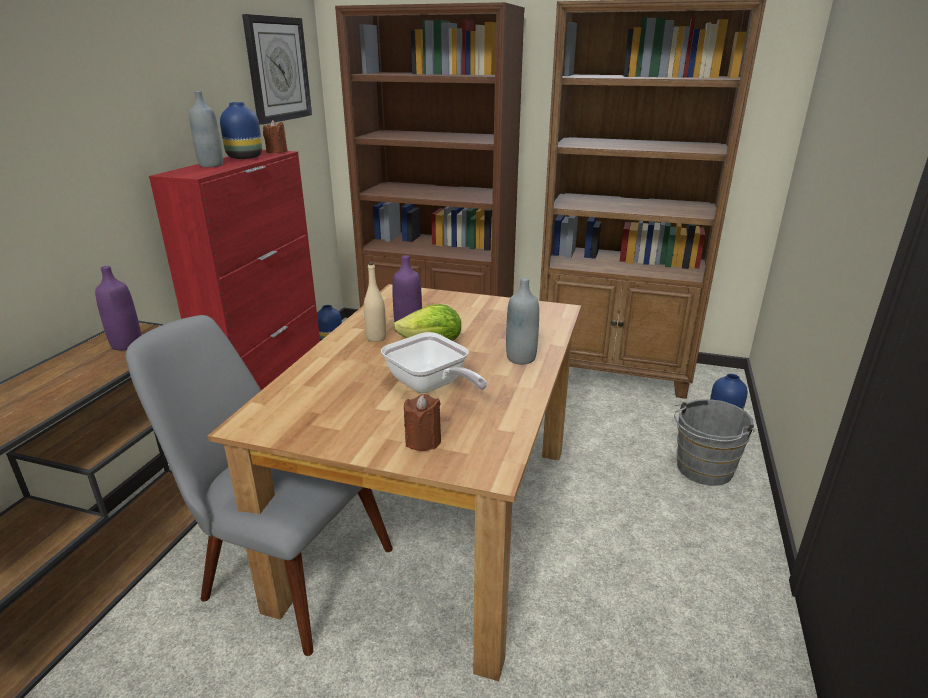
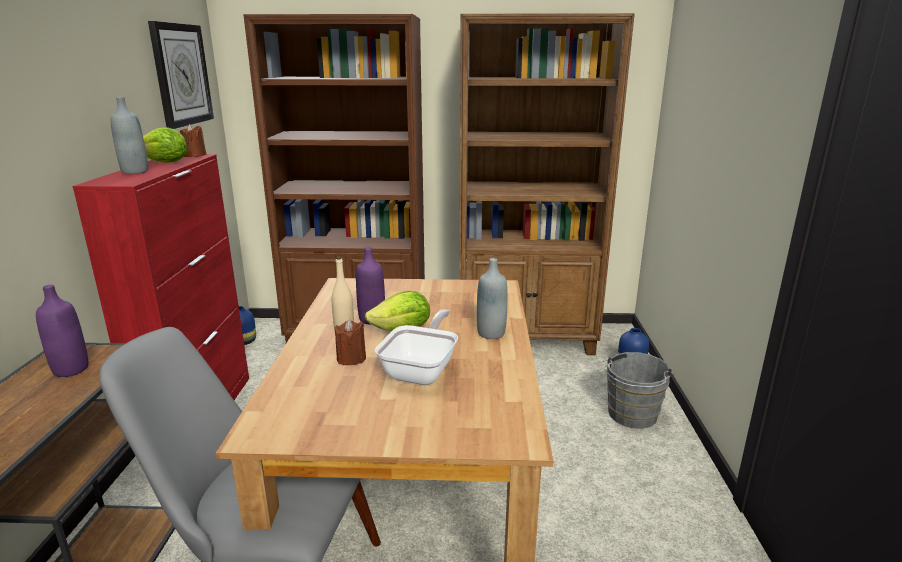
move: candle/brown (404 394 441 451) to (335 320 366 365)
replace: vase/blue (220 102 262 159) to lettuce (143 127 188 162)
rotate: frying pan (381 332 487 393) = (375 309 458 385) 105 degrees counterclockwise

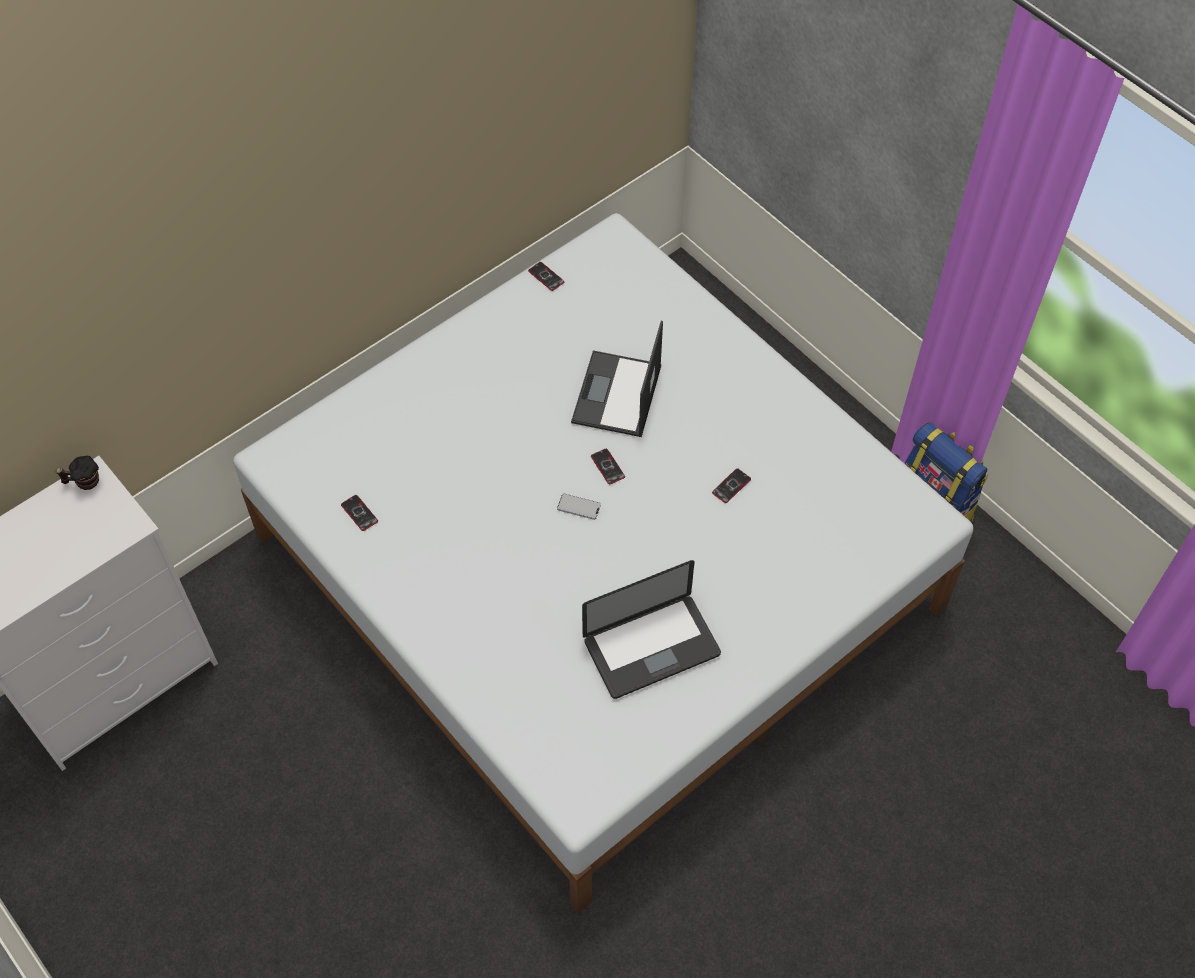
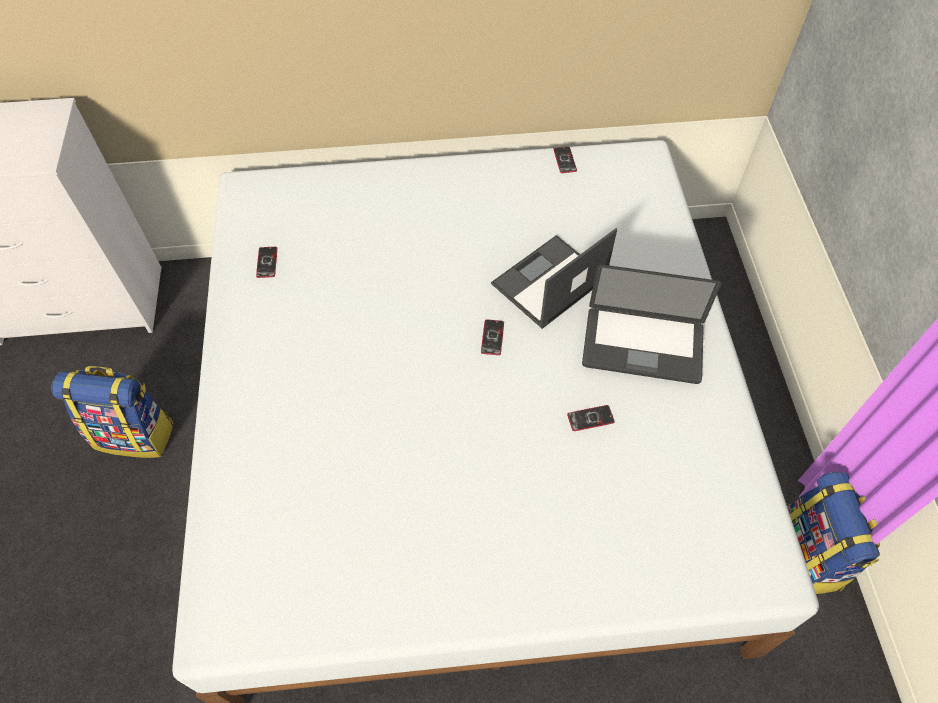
delete: mug (56 456 99 490); phone (557 494 601 520)
insert: backpack (51 366 174 458)
move: laptop (582 560 721 699) to (582 265 721 384)

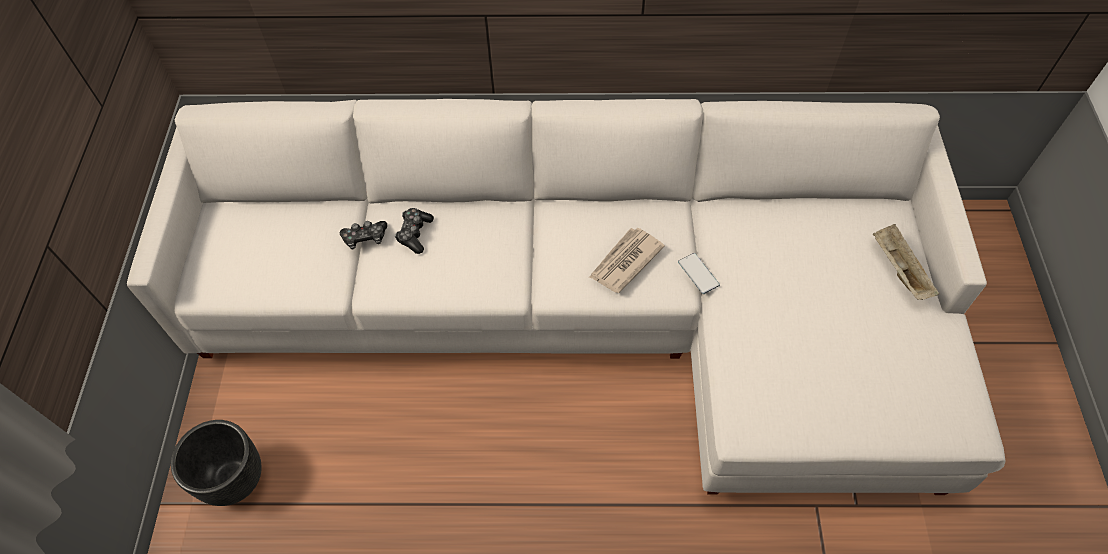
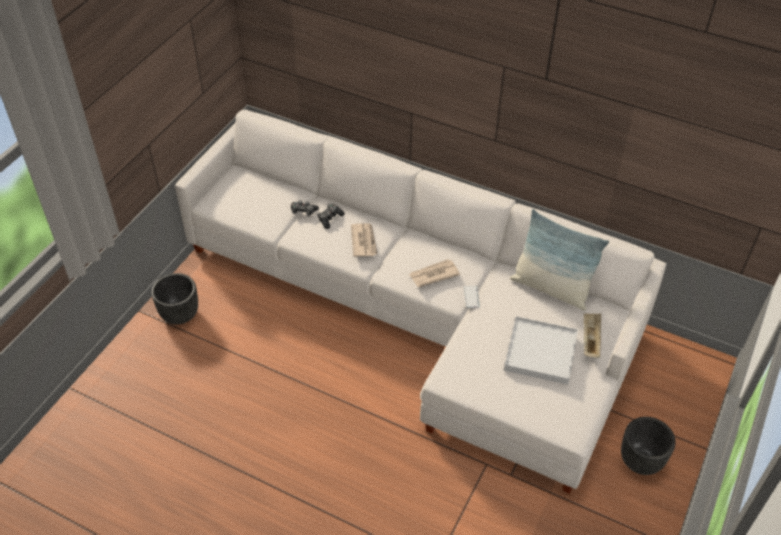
insert: pillow (510 209 609 310); newspaper (351 223 378 257); tray/white (504 316 578 385); planter/black (621 417 676 475)

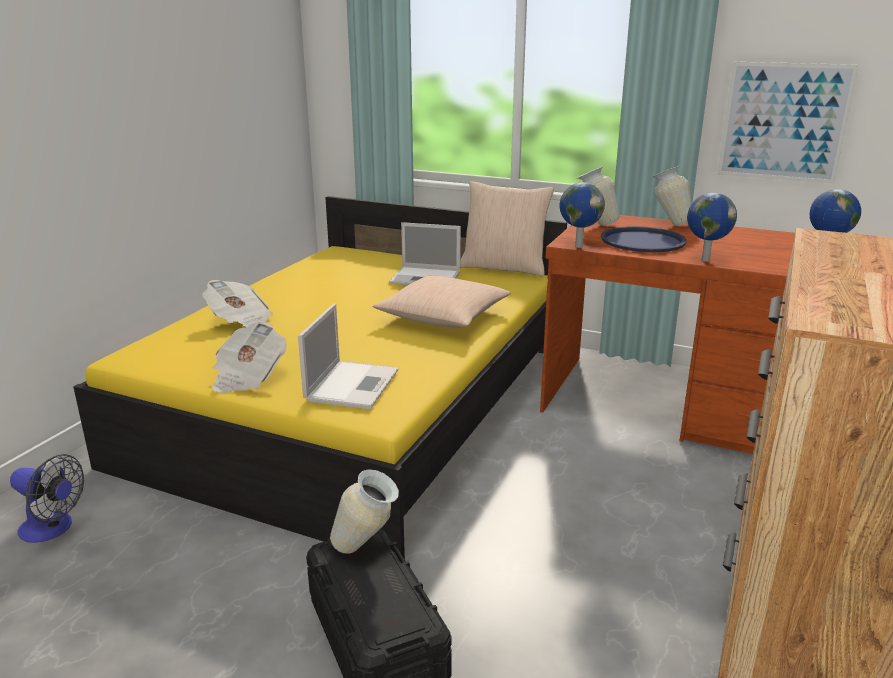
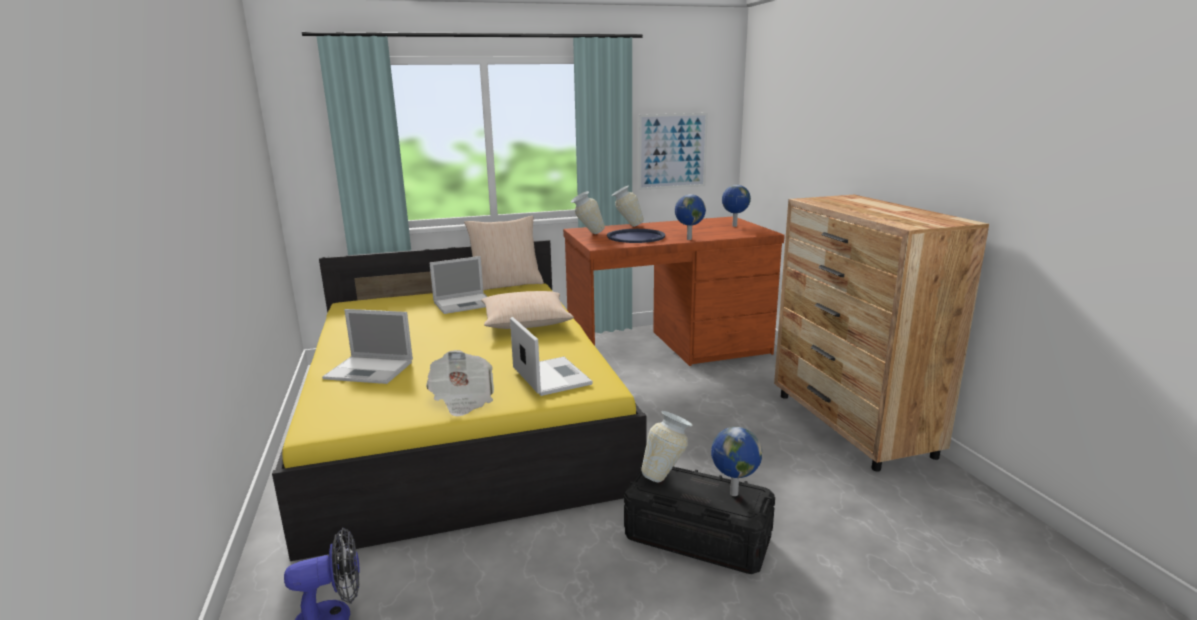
move: globe (560 182 605 248) to (711 427 762 496)
replace: newspaper (202 280 273 327) to laptop (322 309 413 384)

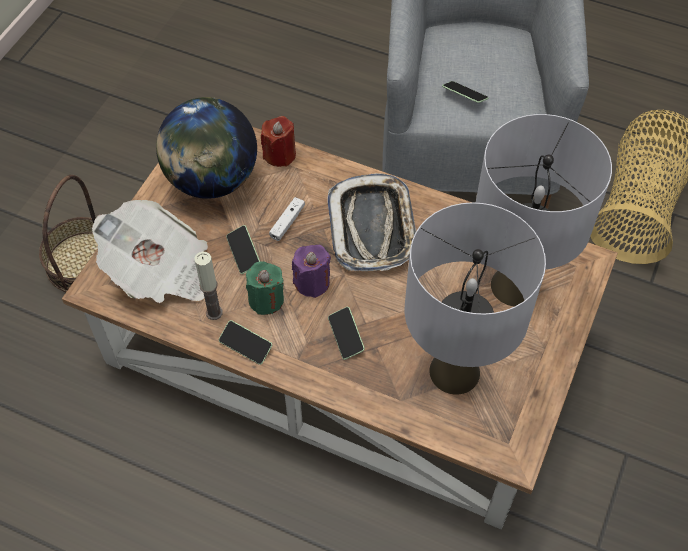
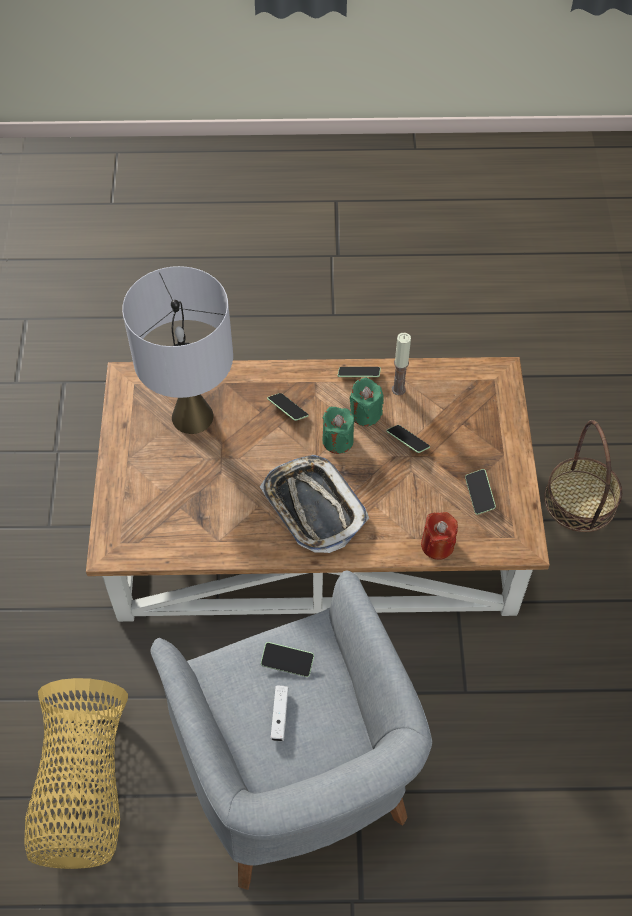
delete: table lamp/grey (476 114 612 306); newspaper (92 200 208 303)
move: game controller/white (269 197 305 241) to (271 686 288 741)
replace: globe (156 97 257 199) to phone (465 469 496 515)
recolor: candle/purple (292 245 331 298) to candle/green (322 406 354 454)

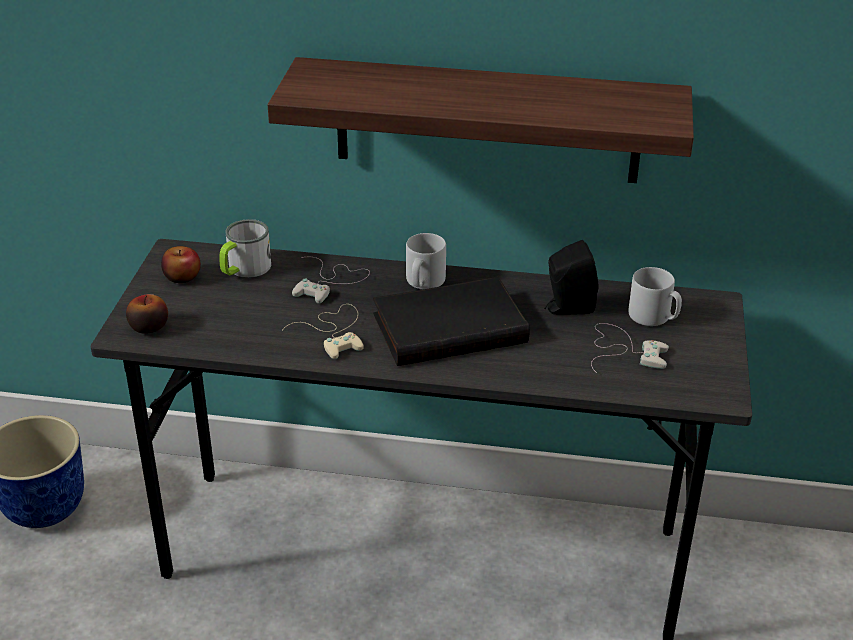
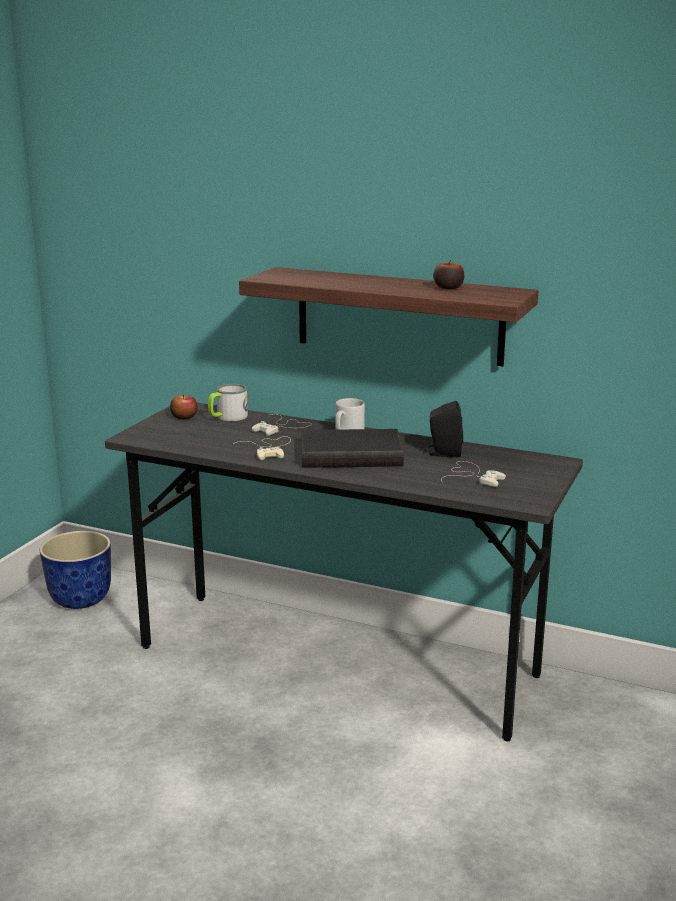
delete: mug/grey (629 267 682 326)
move: apple (126 294 168 334) to (433 260 465 289)

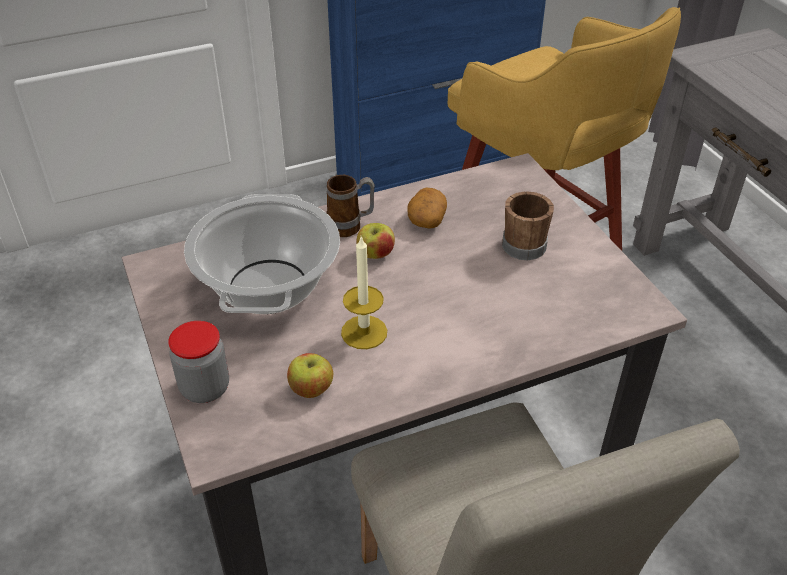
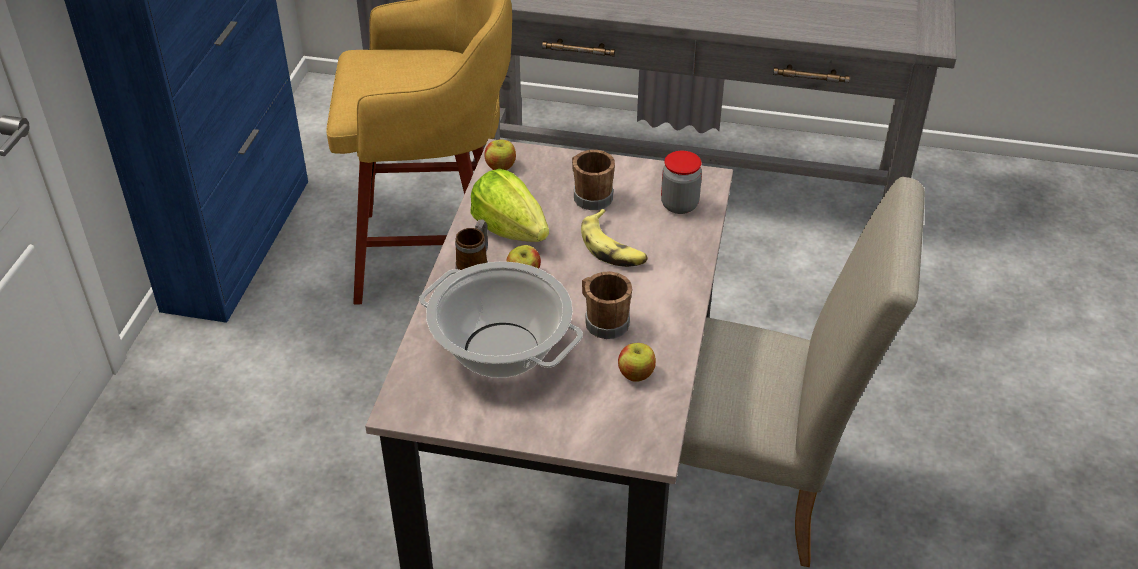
insert: apple (484 139 516 170); banana (581 209 648 267)
move: jar (168 321 229 403) to (661 151 702 214)
replace: potato (407 188 447 228) to lettuce (470 169 549 242); candle (341 236 387 349) to mug/brown (582 271 632 339)

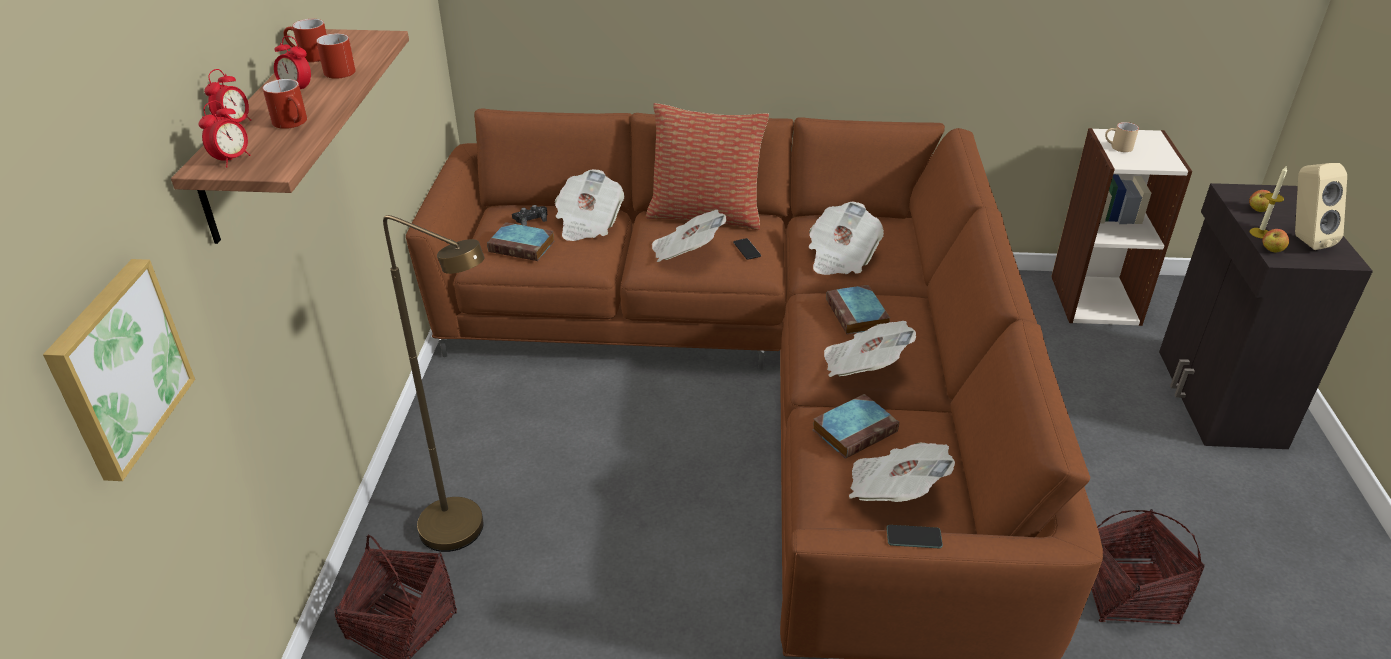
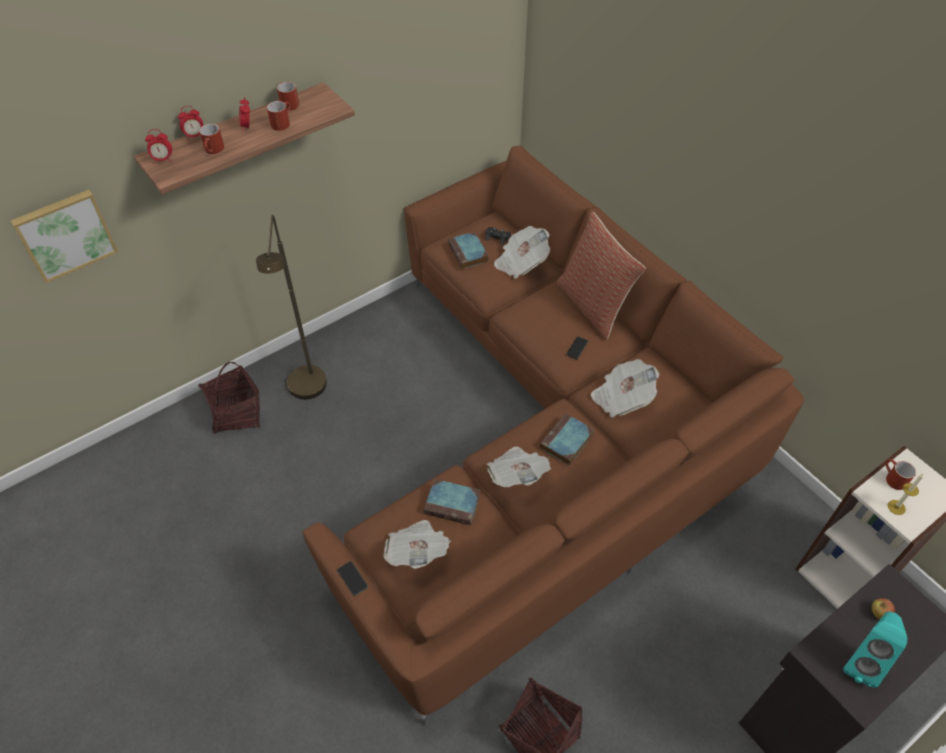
delete: newspaper (652 210 726 262); apple (1262 229 1289 252)
move: candle (1250 165 1287 239) to (888 473 924 515)
recolor: mug/beige (1105 122 1139 152) to mug/red (886 459 916 490); speaker/beige (1295 163 1347 250) to speaker/turquoise (843 611 907 688)

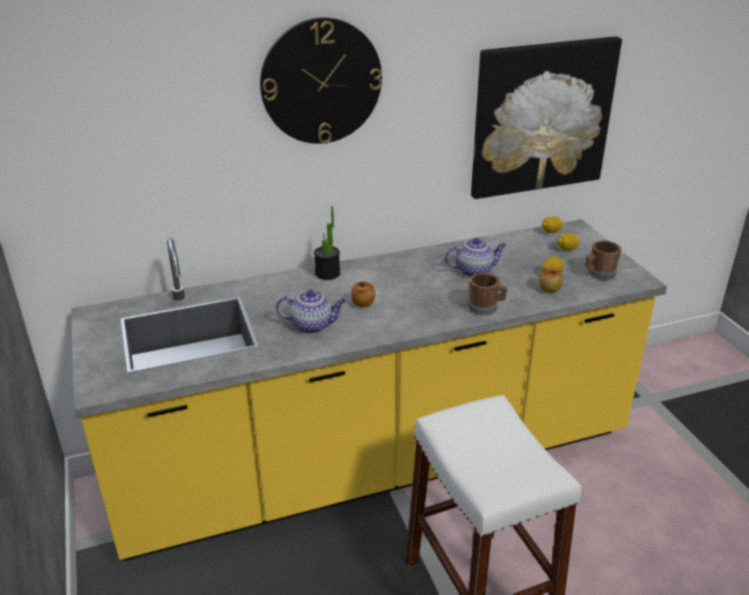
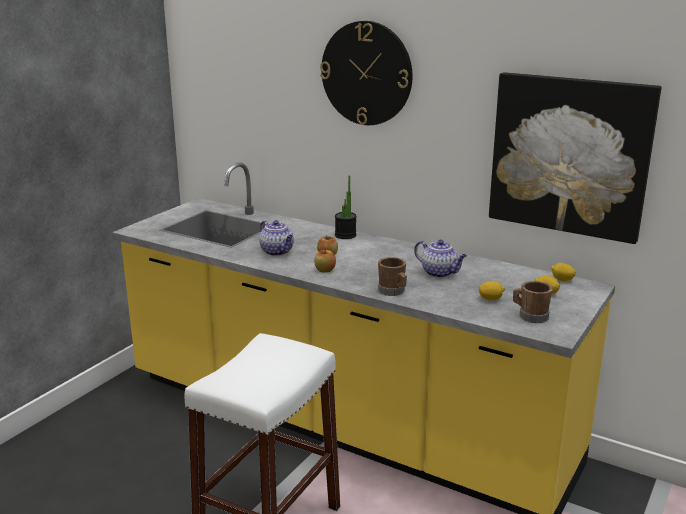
move: apple (539 267 563 293) to (314 249 336 273)

